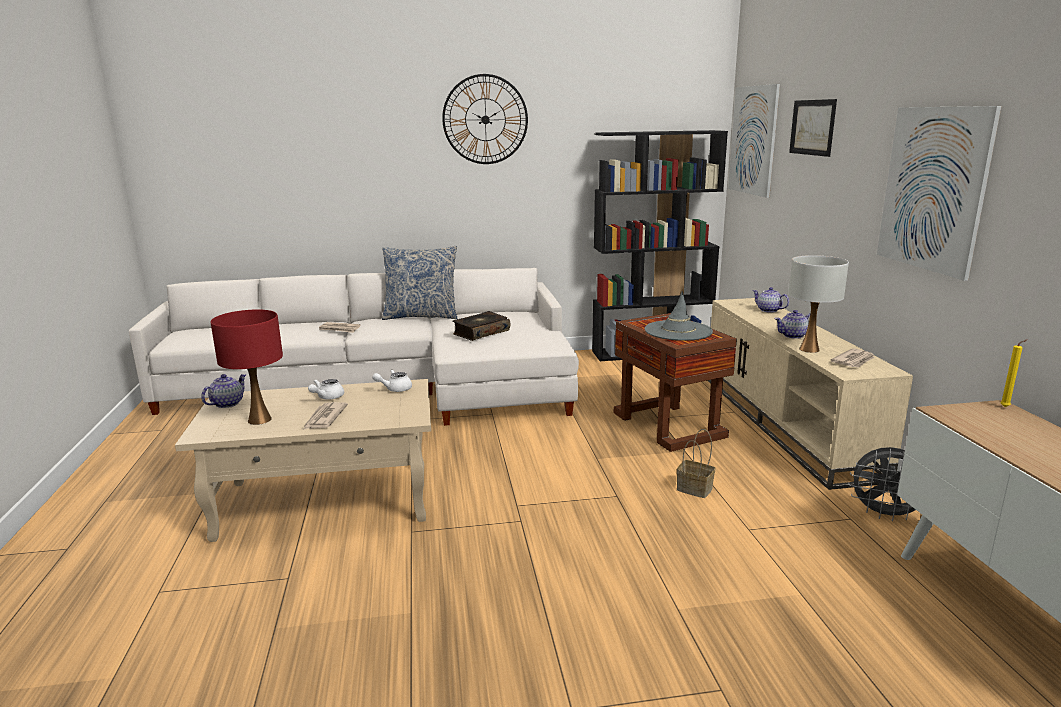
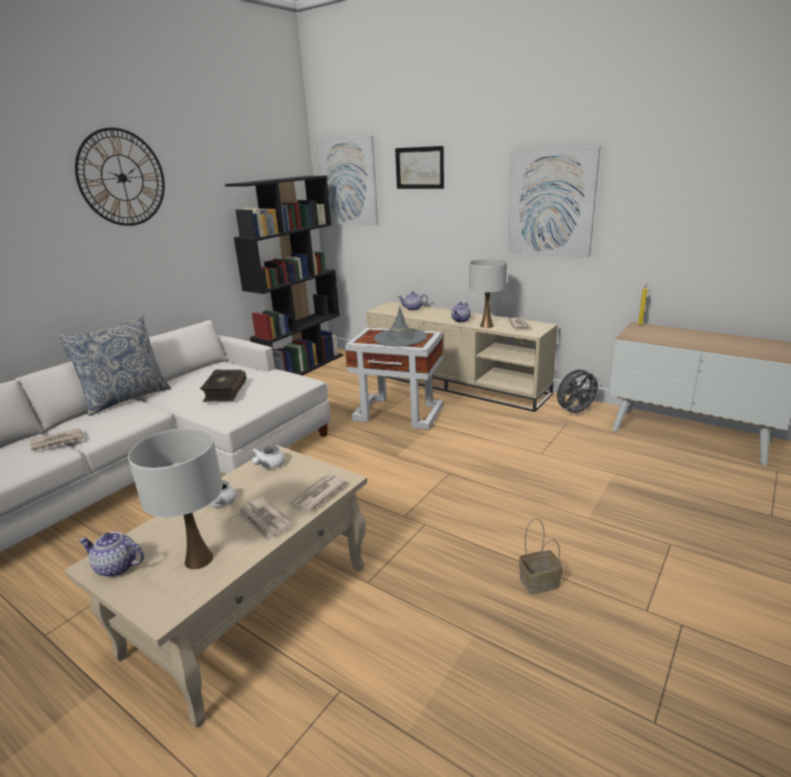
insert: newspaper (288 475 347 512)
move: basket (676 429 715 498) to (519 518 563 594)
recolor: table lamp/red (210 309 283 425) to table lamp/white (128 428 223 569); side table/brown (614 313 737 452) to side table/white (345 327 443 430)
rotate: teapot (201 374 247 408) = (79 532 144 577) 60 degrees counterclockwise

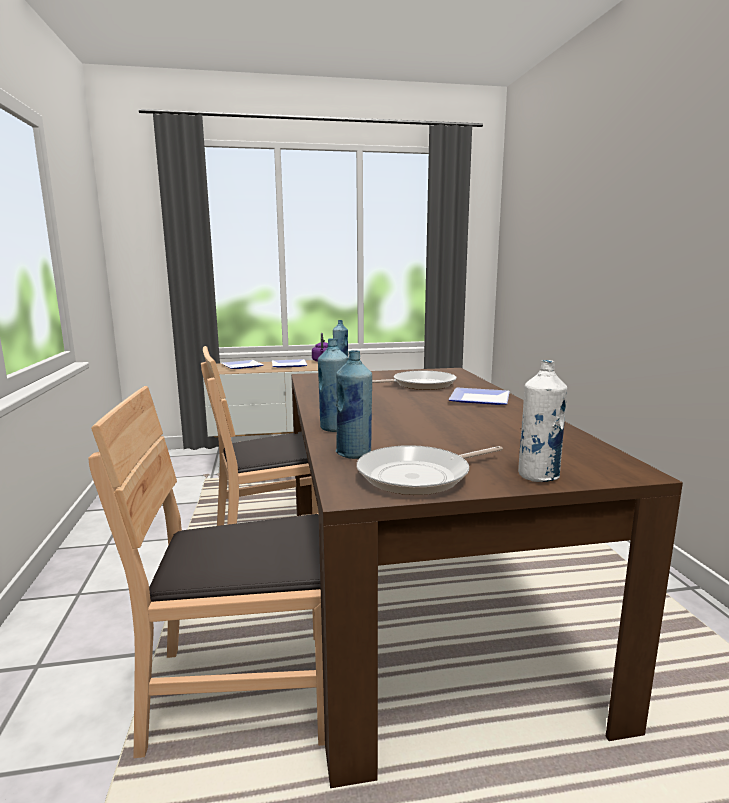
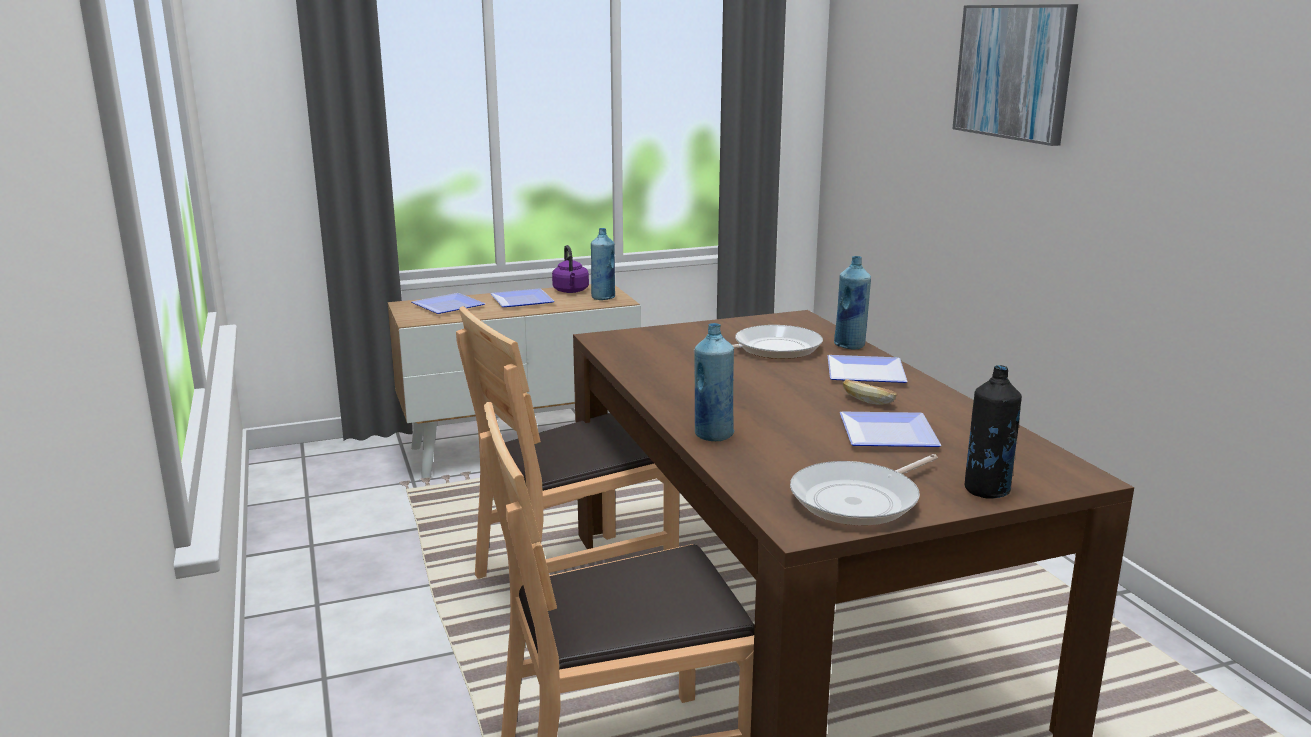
insert: picture (952 4 1078 146); bread (843 379 896 405); plate (840 412 942 447)
move: bottle/blue (336 350 372 459) to (834 256 871 350)
recolor: bottle/white (518 360 567 482) to bottle/black (965 365 1022 498)

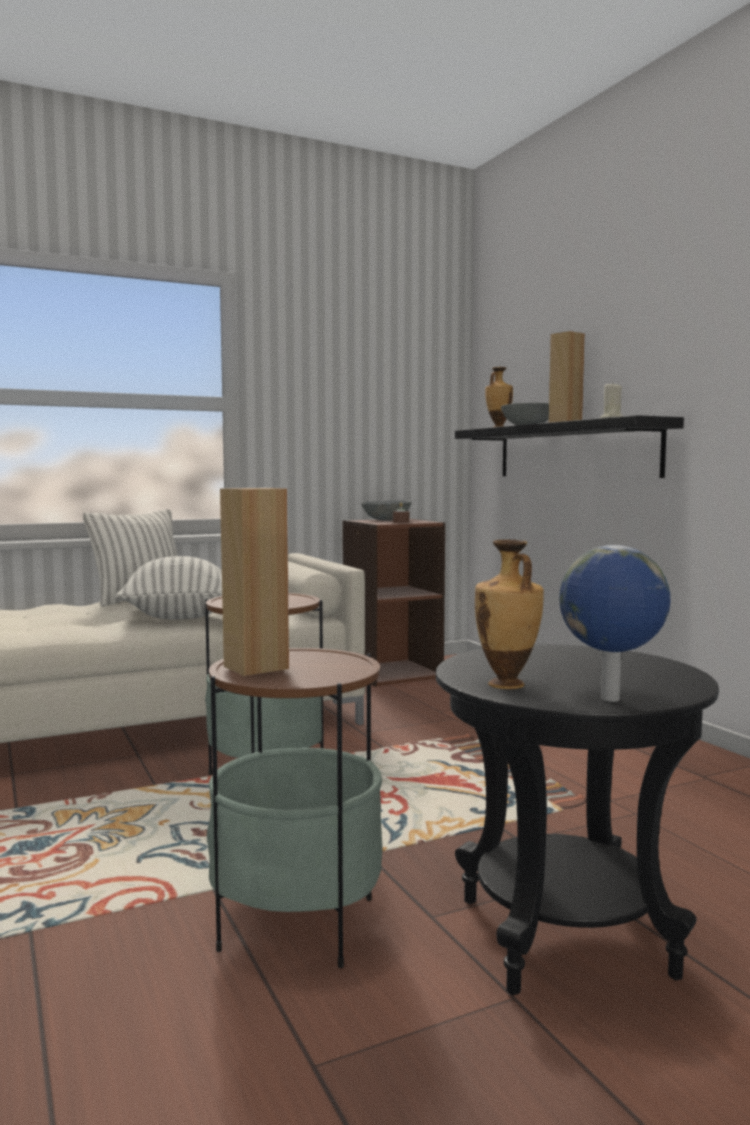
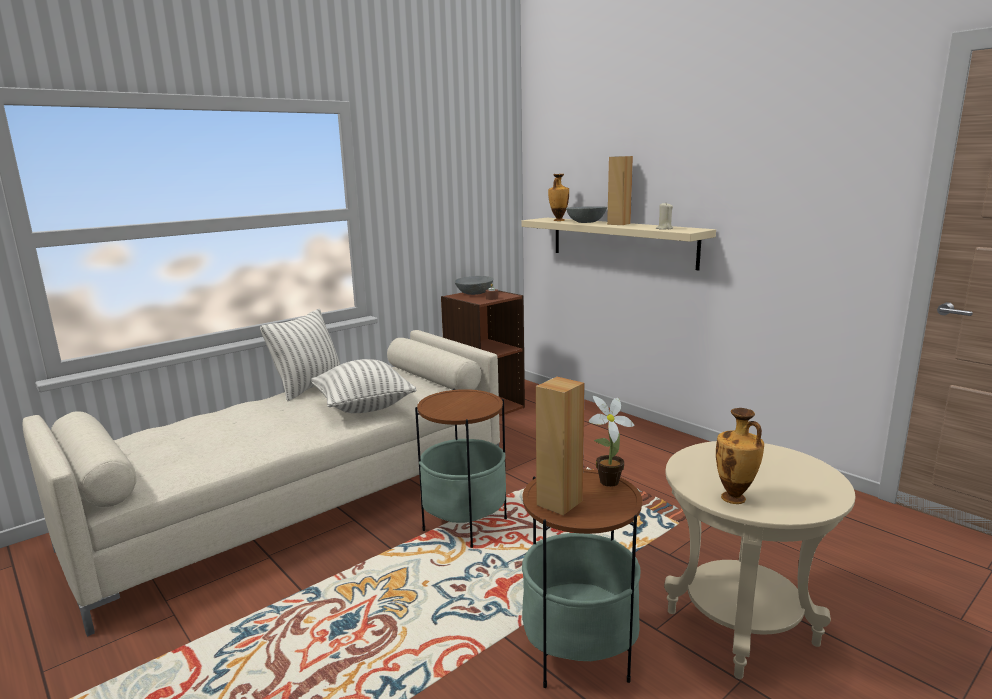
delete: globe (559 545 671 702)
insert: potted plant (589 396 635 487)
recolor: shelf/black (455 415 684 478) to shelf/beige (521 218 716 270); side table/black (436 644 719 995) to side table/beige (664 441 856 679)

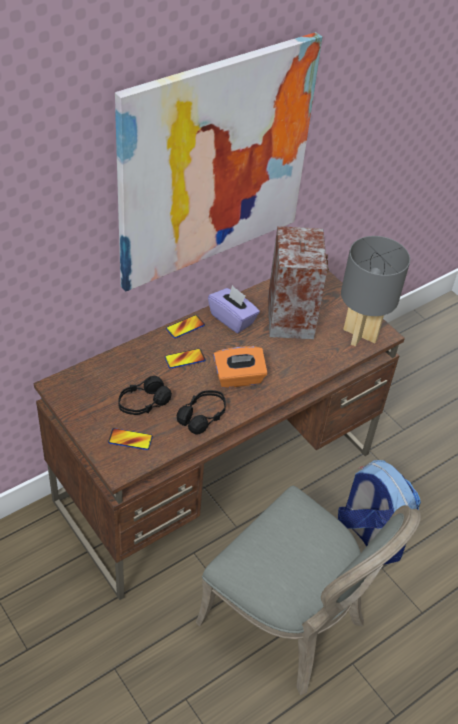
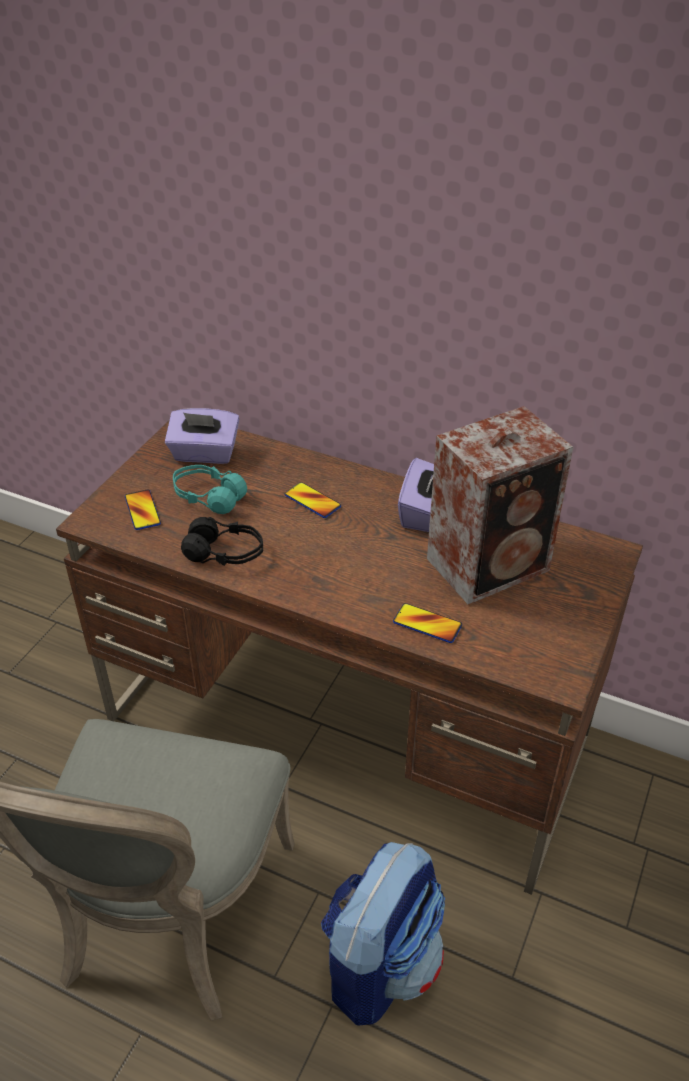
delete: picture (115 32 322 292); table lamp/grey (341 236 410 347); tissue box/orange (213 346 267 388)
insert: tissue box/purple (165 408 240 464)
move: phone (166 315 205 338) to (393 603 462 643)
recolor: headphones/black (118 376 172 415) to headphones/turquoise (173 465 247 514)

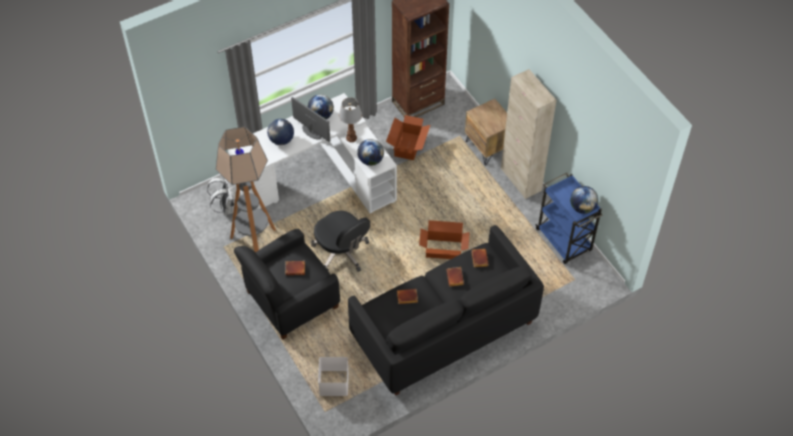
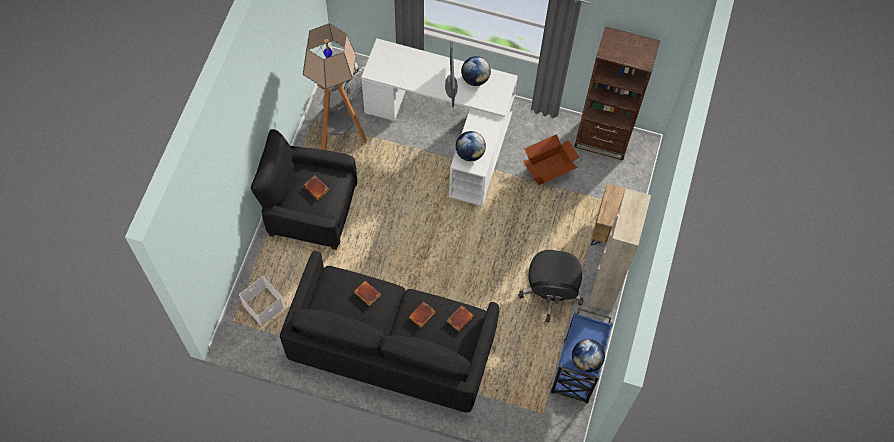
delete: table lamp (339 97 362 142); globe (267 119 294 145); cardboard box (419 220 470 259)
move: office chair/black (311 211 370 272) to (518 250 583 323)

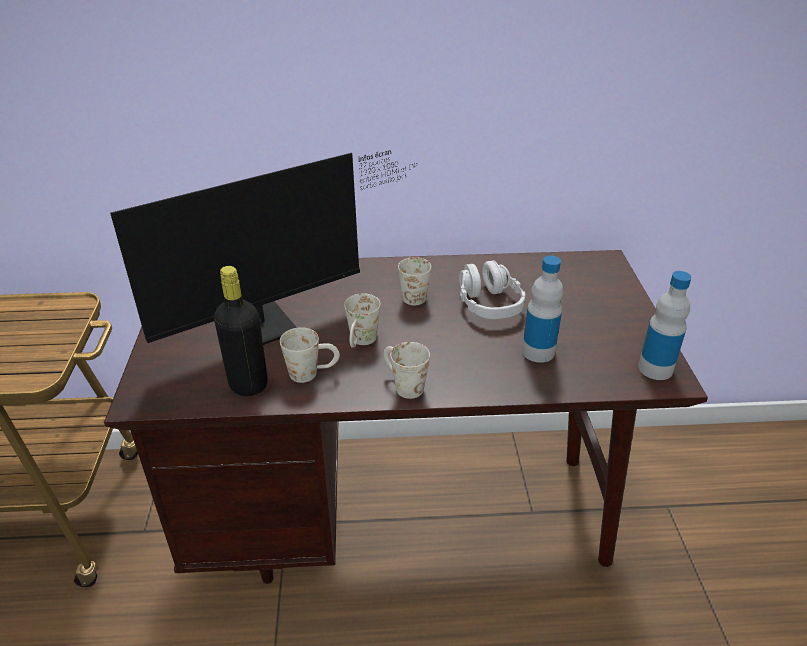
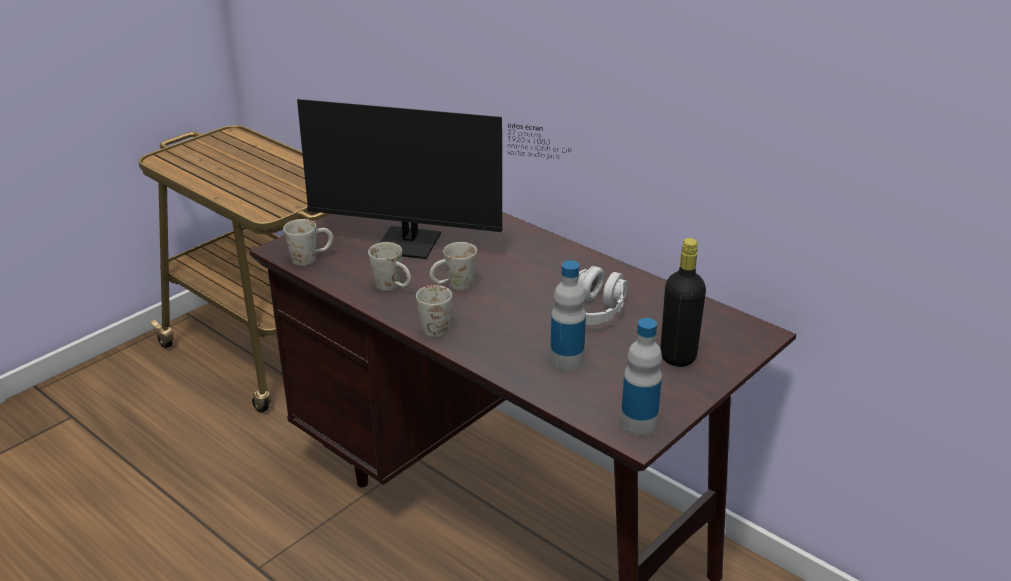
move: mug/white (398 257 431 305) to (283 219 333 266); bottle/black (214 266 267 396) to (660 238 706 367)

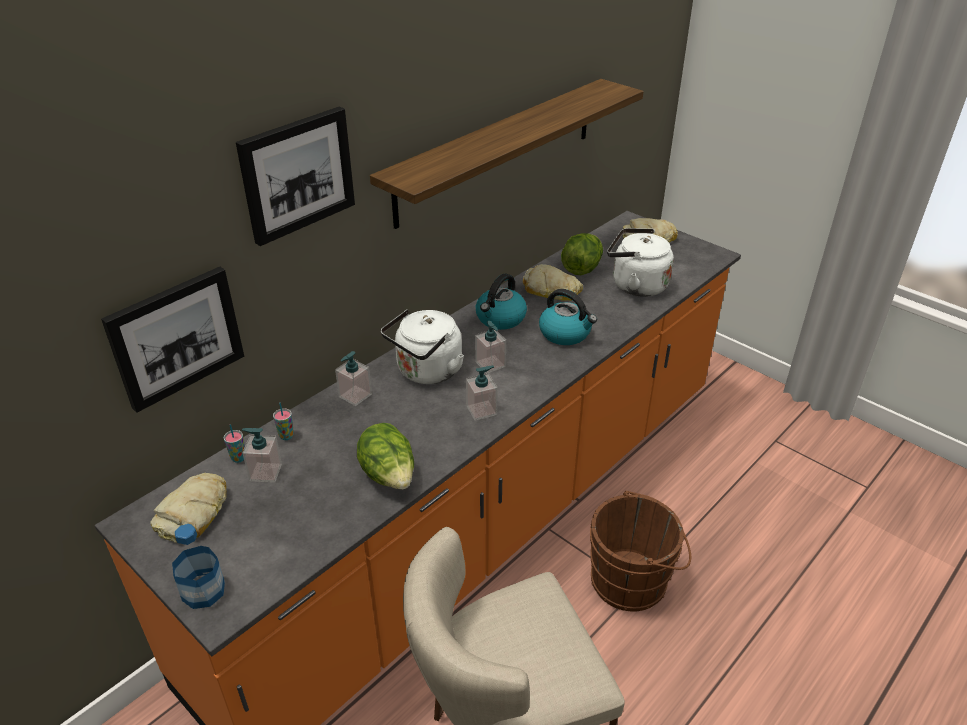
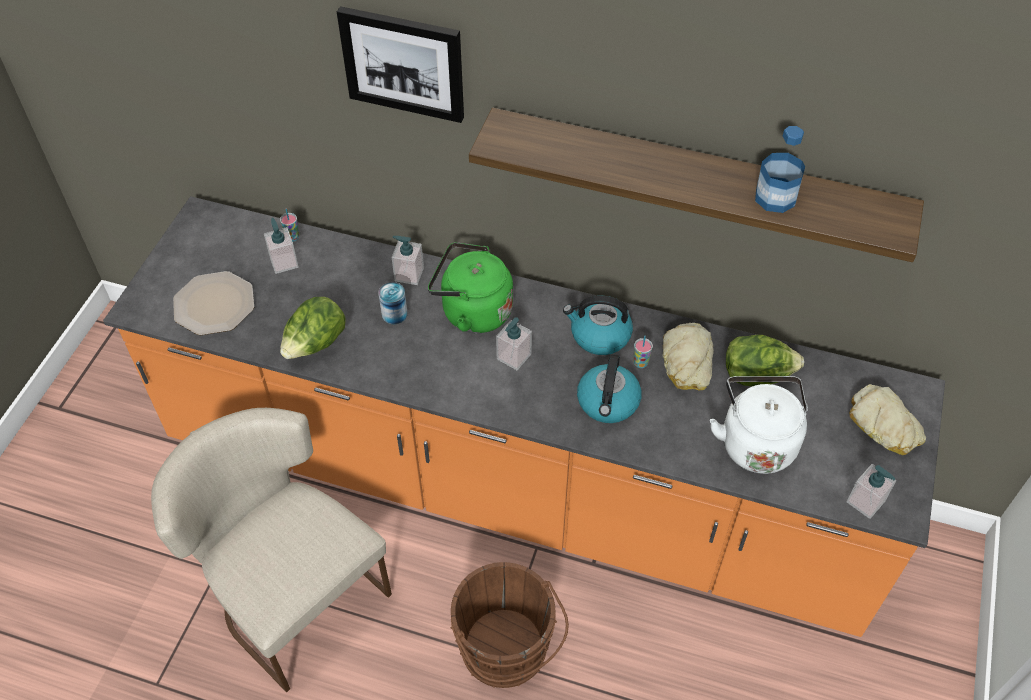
delete: picture (101 267 244 413); bread (150 473 226 543)
insert: plate (173 271 254 335); can (378 282 408 324)
move: soap dispenser (466 366 498 421) to (847 464 896 519); cup (273 403 294 440) to (634 336 653 368); bottle (172 524 225 609) to (755 126 805 213)
recolor: kettle/white (381 309 464 384) to kettle/green (428 242 513 333)

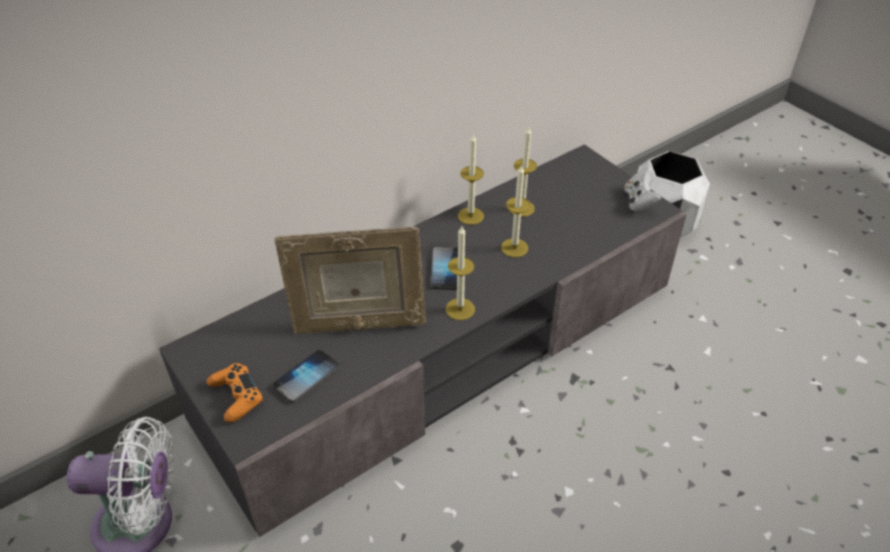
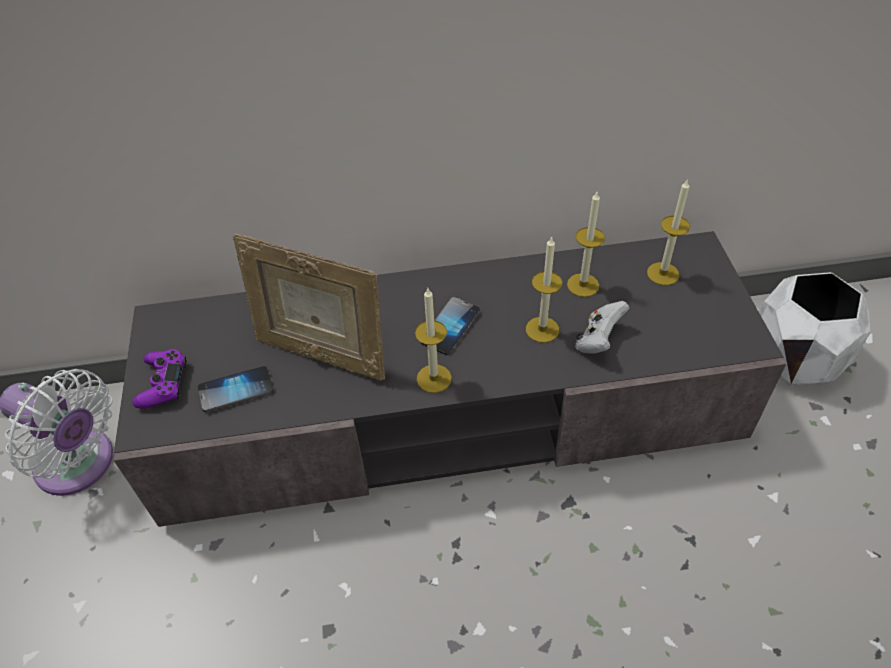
move: candle (458 135 484 225) to (647 179 690 285); game controller/white (625 167 661 212) to (575 301 629 354)
recolor: game controller/orange (207 363 263 423) to game controller/purple (132 349 187 409)

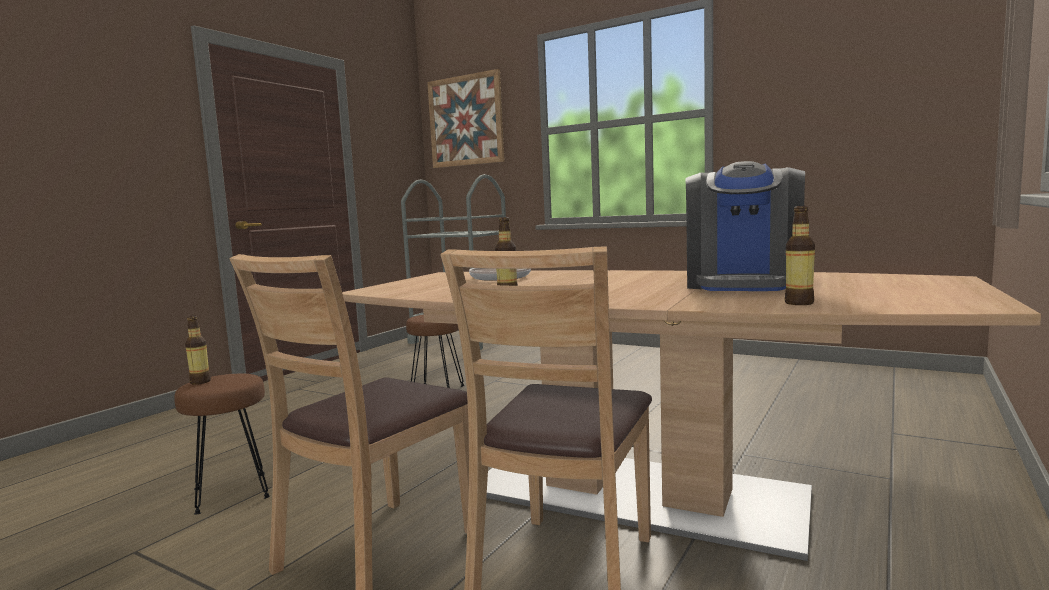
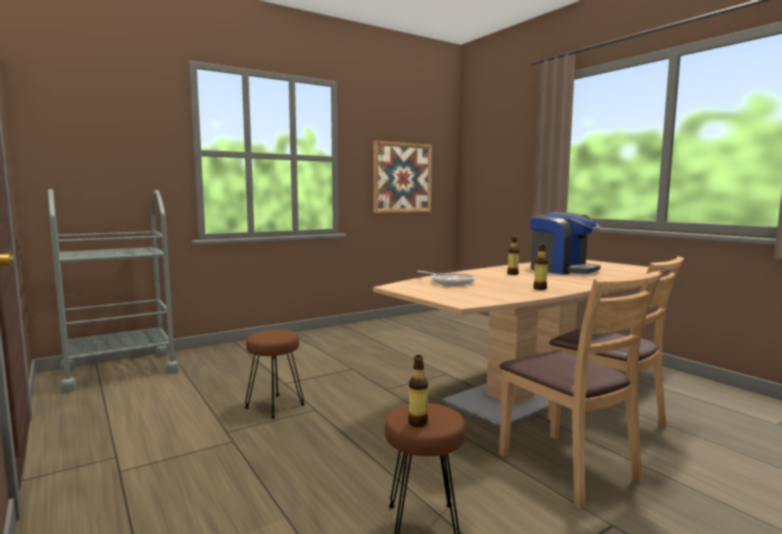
move: picture (427 69 505 168) to (373 141 432 213); bottle (785 206 815 305) to (507 235 519 275)

